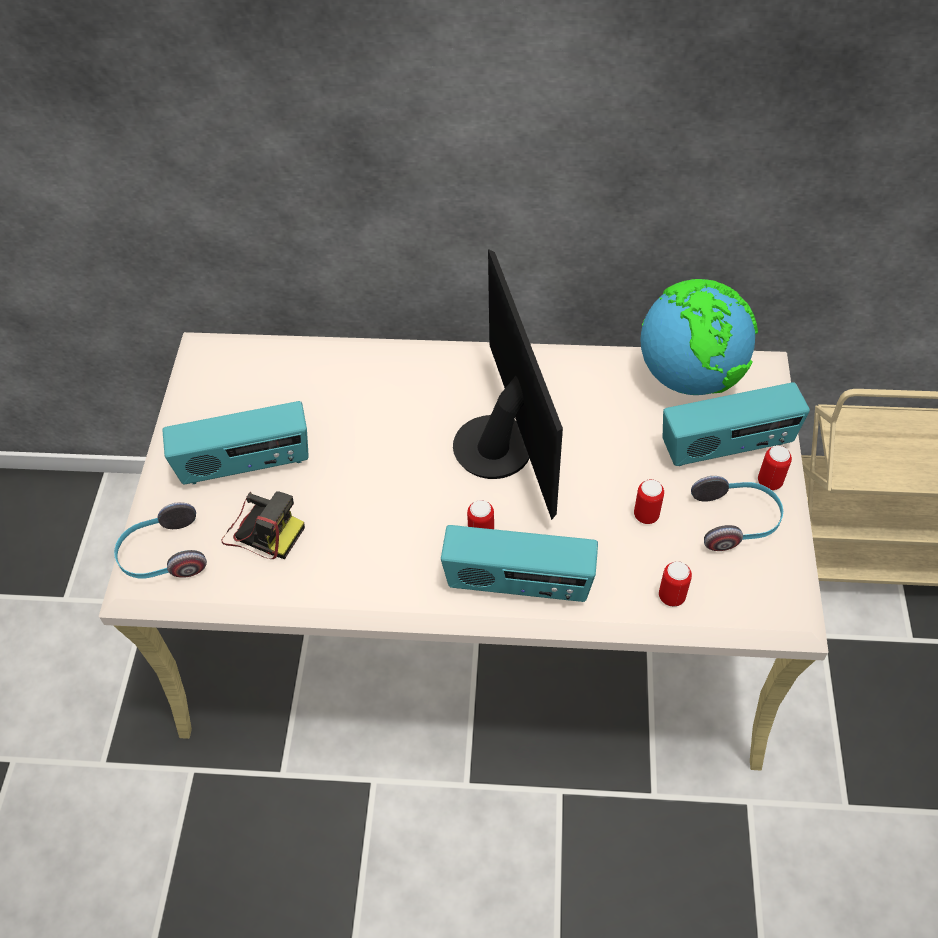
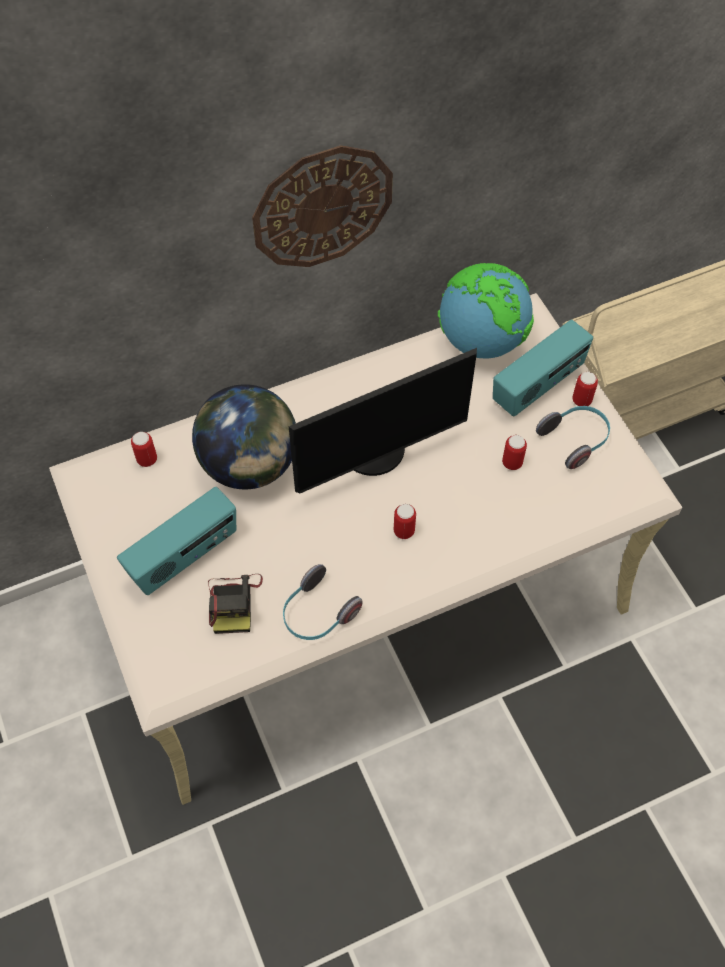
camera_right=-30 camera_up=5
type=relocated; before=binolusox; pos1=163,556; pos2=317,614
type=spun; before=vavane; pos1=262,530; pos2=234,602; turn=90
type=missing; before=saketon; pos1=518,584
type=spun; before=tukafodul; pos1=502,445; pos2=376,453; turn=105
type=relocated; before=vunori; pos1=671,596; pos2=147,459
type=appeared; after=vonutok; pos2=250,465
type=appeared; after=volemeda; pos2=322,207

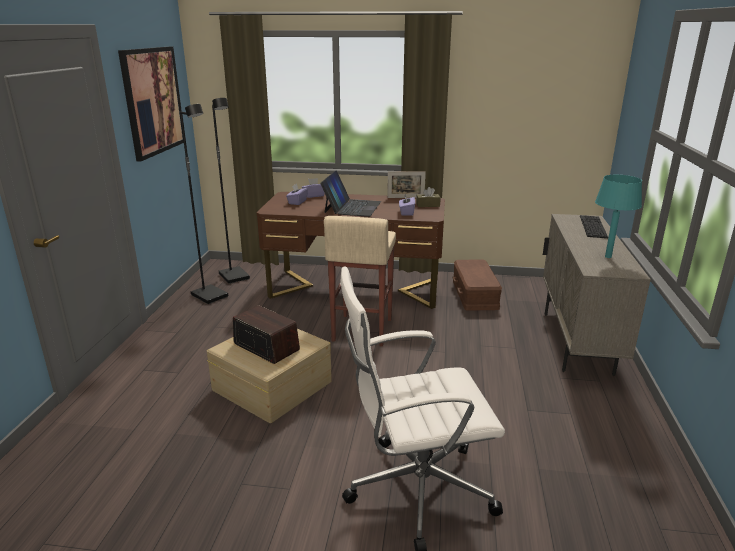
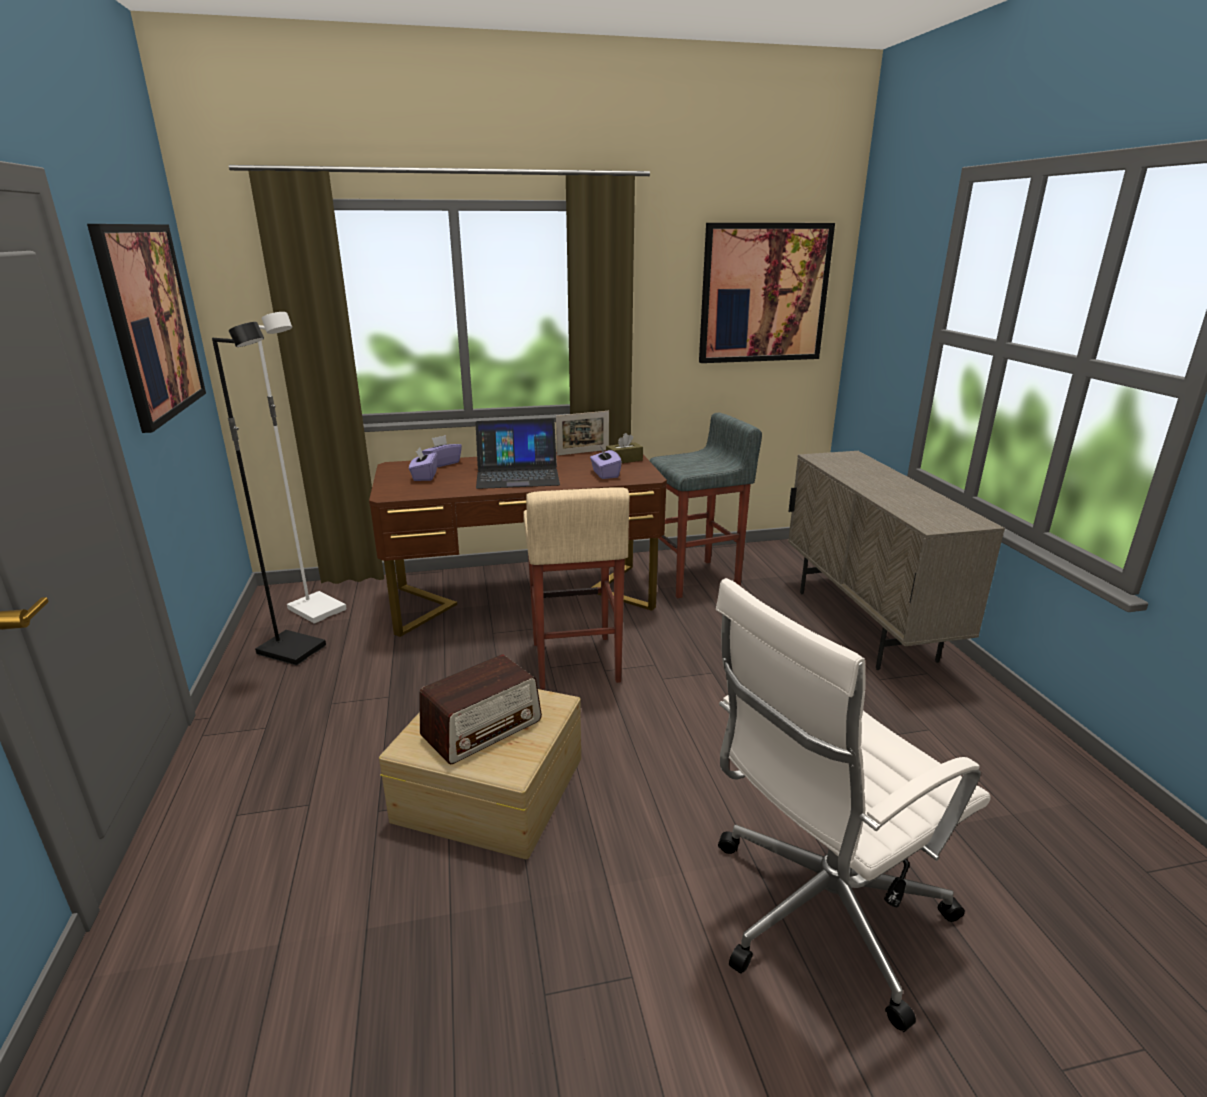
camera_right=-20 camera_up=0
type=colour; before=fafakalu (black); after=fafakalu (white); pos1=235,276; pos2=319,609
type=spun; before=saketon; pos1=266,347; pos2=482,728; turn=120
type=spun; before=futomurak; pos1=352,207; pos2=517,475; turn=90
type=exchanged; before=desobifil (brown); after=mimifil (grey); pos1=475,294; pos2=696,579
type=missing; before=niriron; pos1=593,226
type=missing; before=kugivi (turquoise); pos1=607,256
type=appeared; after=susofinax; pos2=764,293

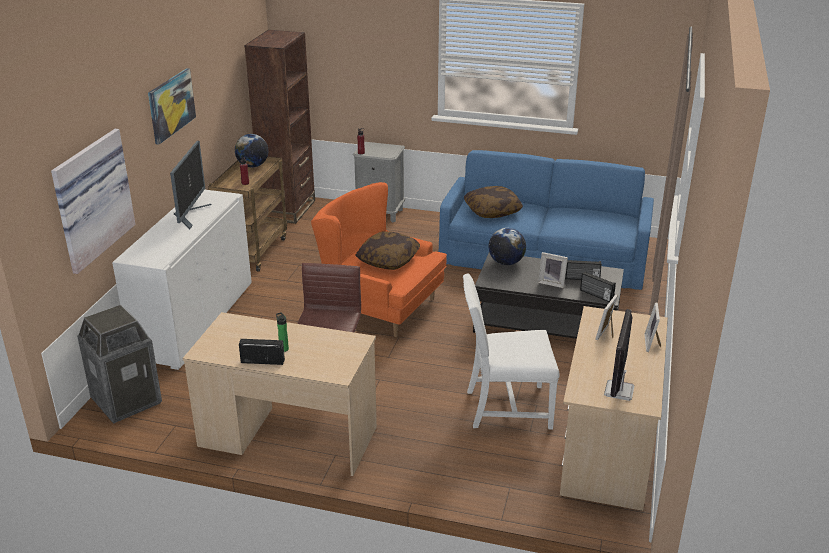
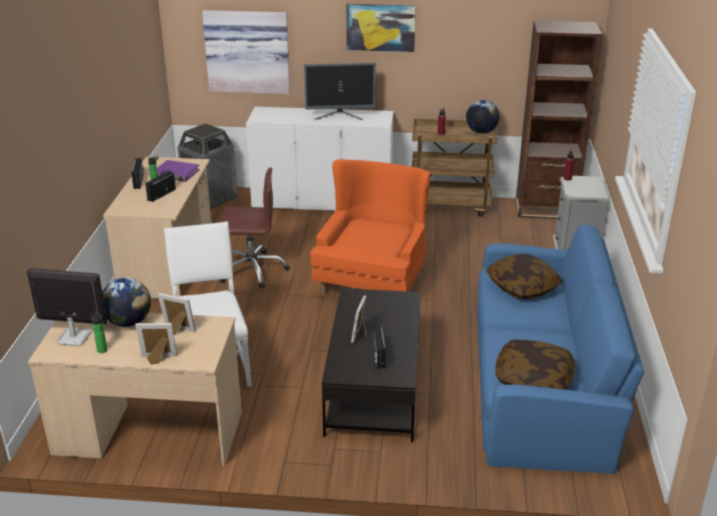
camera_right=80 camera_up=0
type=relocated; before=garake; pos1=388,260; pos2=533,378
type=relocated; before=vonutok; pos1=506,262; pos2=128,322
type=relocated; before=saketon; pos1=596,295; pos2=161,194
type=appeared; after=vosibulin; pos2=101,349
type=appeared; after=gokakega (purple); pos2=176,173

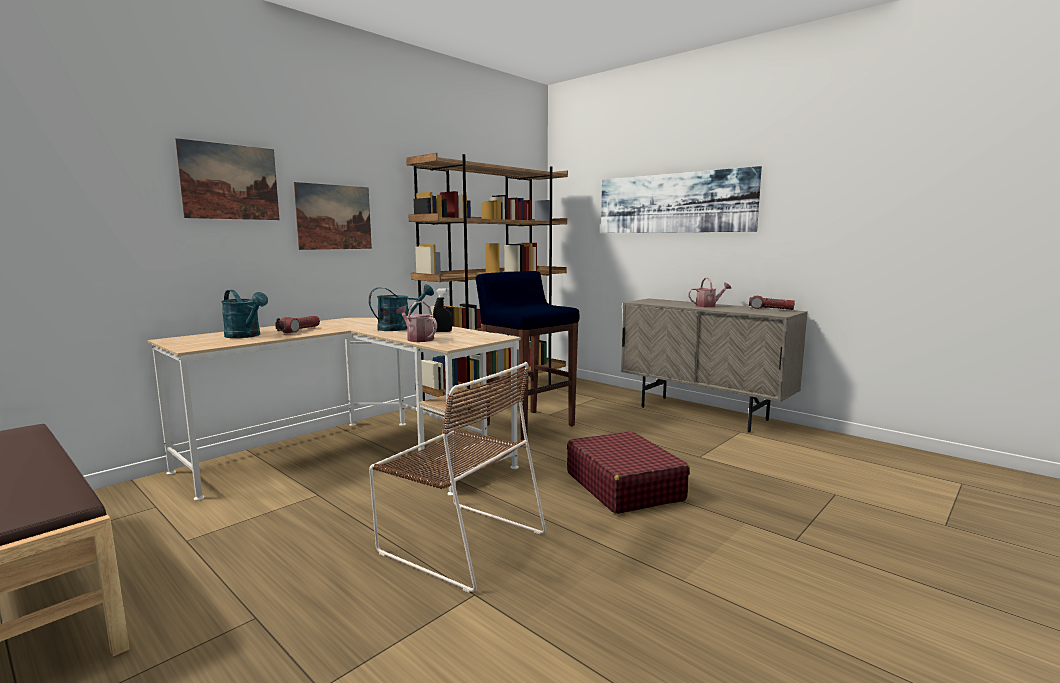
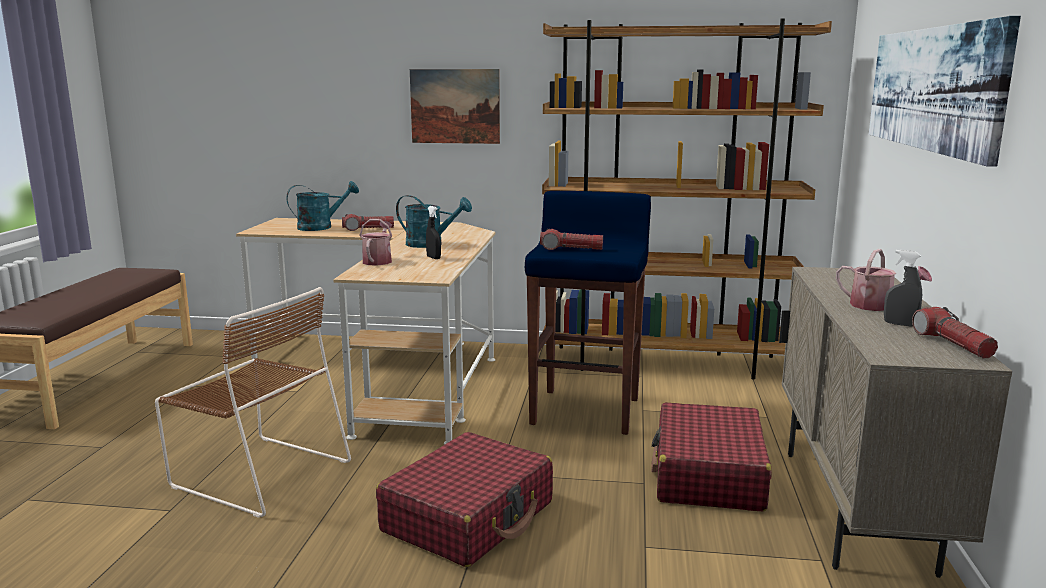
camera_right=55 camera_up=5
type=missing; before=susofinax; pos1=230,182
type=spun; before=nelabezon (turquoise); pos1=246,336; pos2=321,227; turn=-120
type=spun; before=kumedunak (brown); pos1=458,541; pos2=258,472; turn=-60
type=appeared; after=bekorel; pos2=571,249
type=appeared; after=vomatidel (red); pos2=708,475
type=appeared; after=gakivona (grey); pos2=900,324

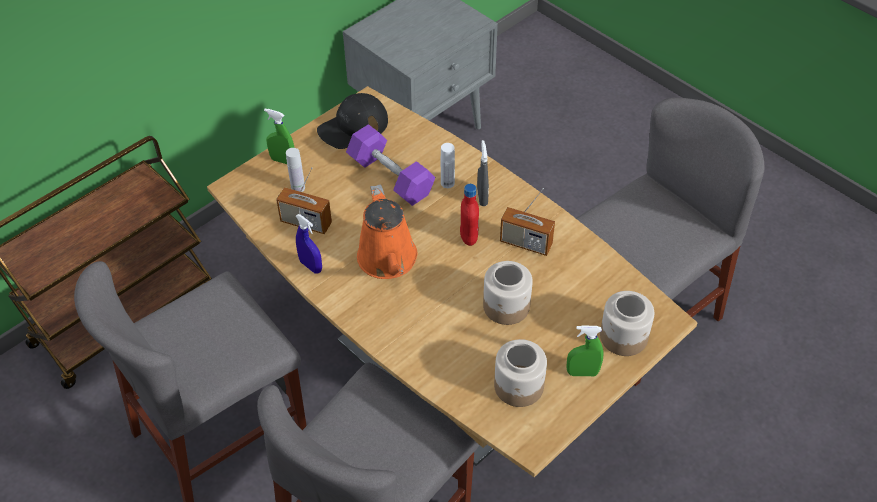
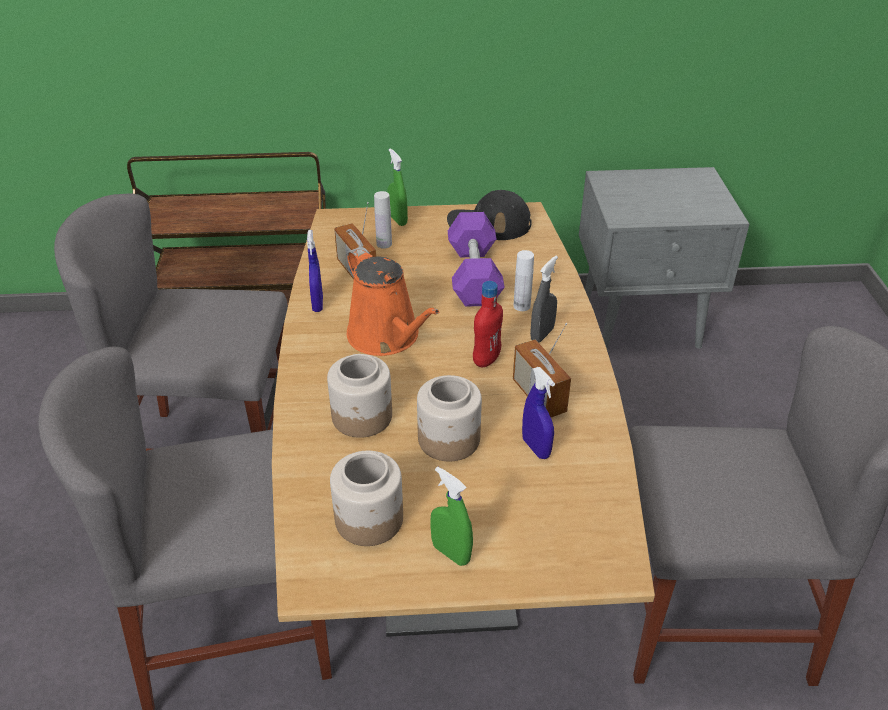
camera_right=40 camera_up=-10
type=spun; before=nelabezon (orange); pos1=388,261; pos2=387,337; turn=-60
type=relocated; before=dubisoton; pos1=624,337; pos2=362,417
type=appeared; after=gakivona (blue); pos2=536,448

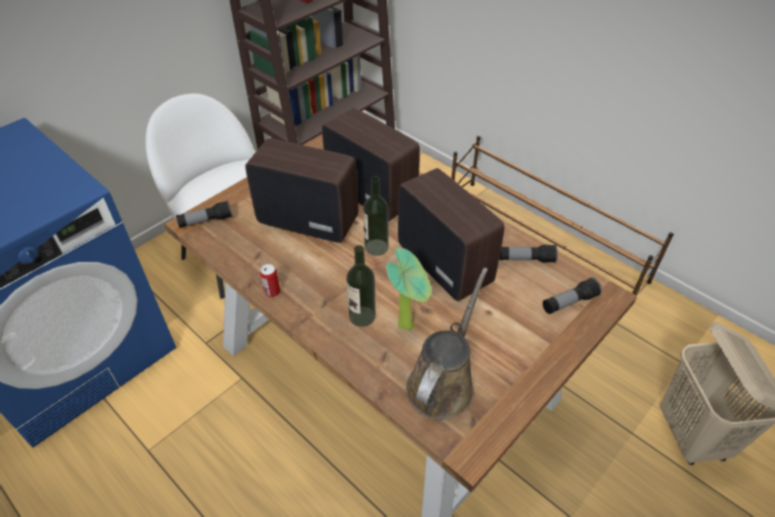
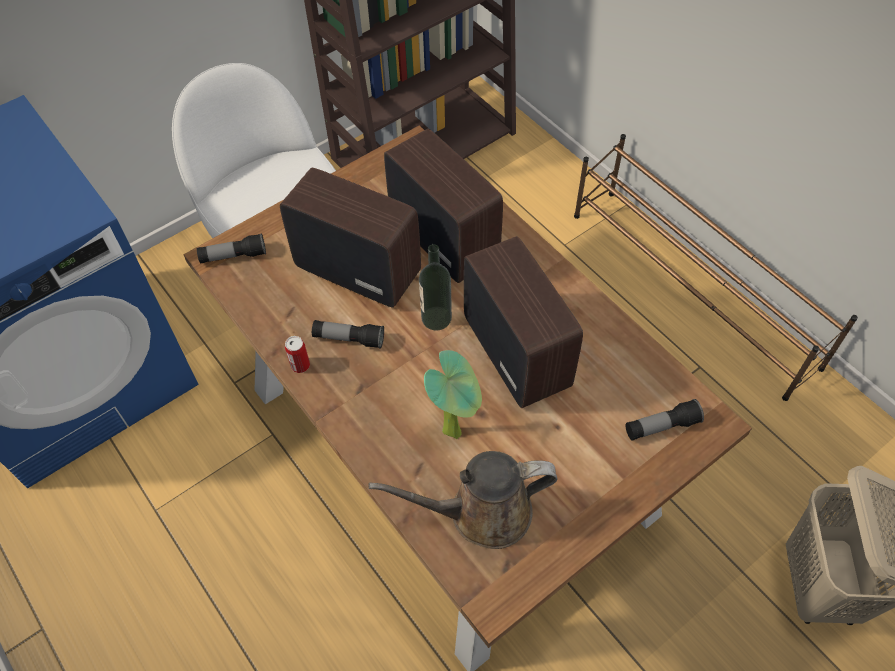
camera_right=10 camera_up=10
type=missing; before=vosibulin; pos1=362,316
type=spun; before=nelabezon (brown); pos1=443,383; pos2=481,513; turn=-135
type=relocated; before=bekorel; pos1=525,259; pos2=349,339

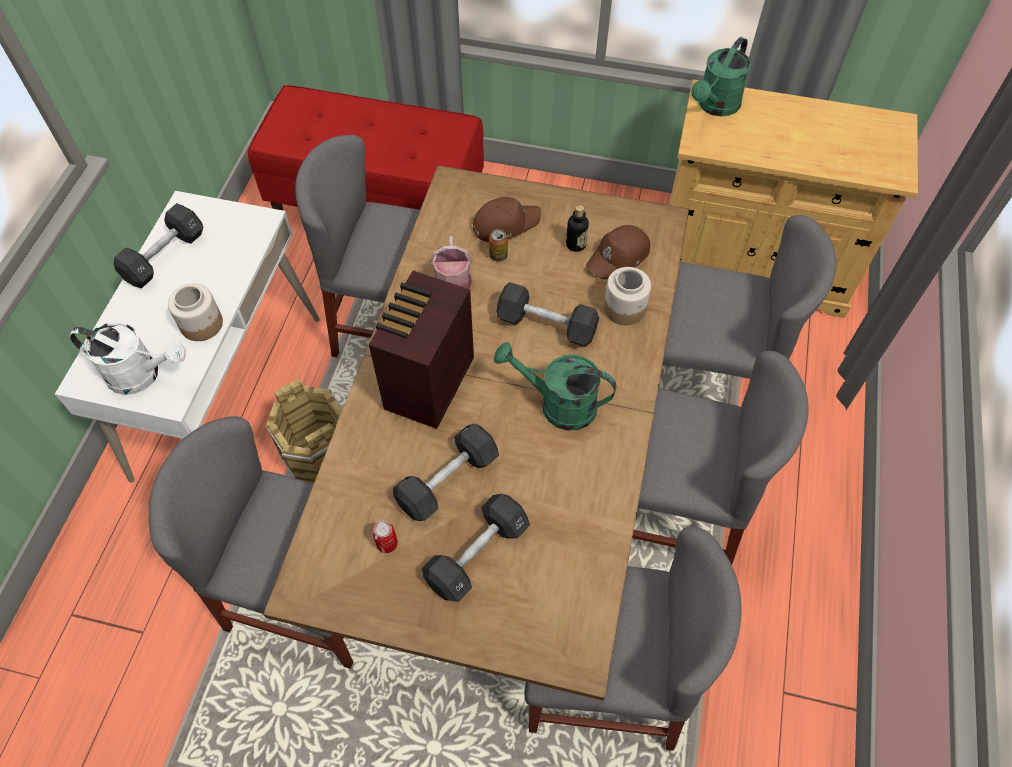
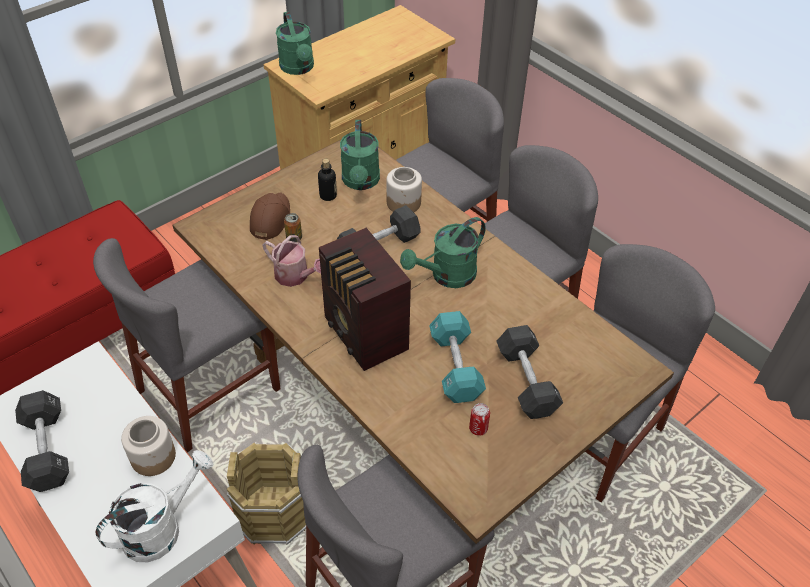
camera_right=-55 camera_up=-10
type=colour; before=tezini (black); after=tezini (turquoise); pos1=447,480; pos2=455,366
type=exchanged; before=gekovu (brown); after=nelabezon (green); pos1=619,257; pos2=361,182

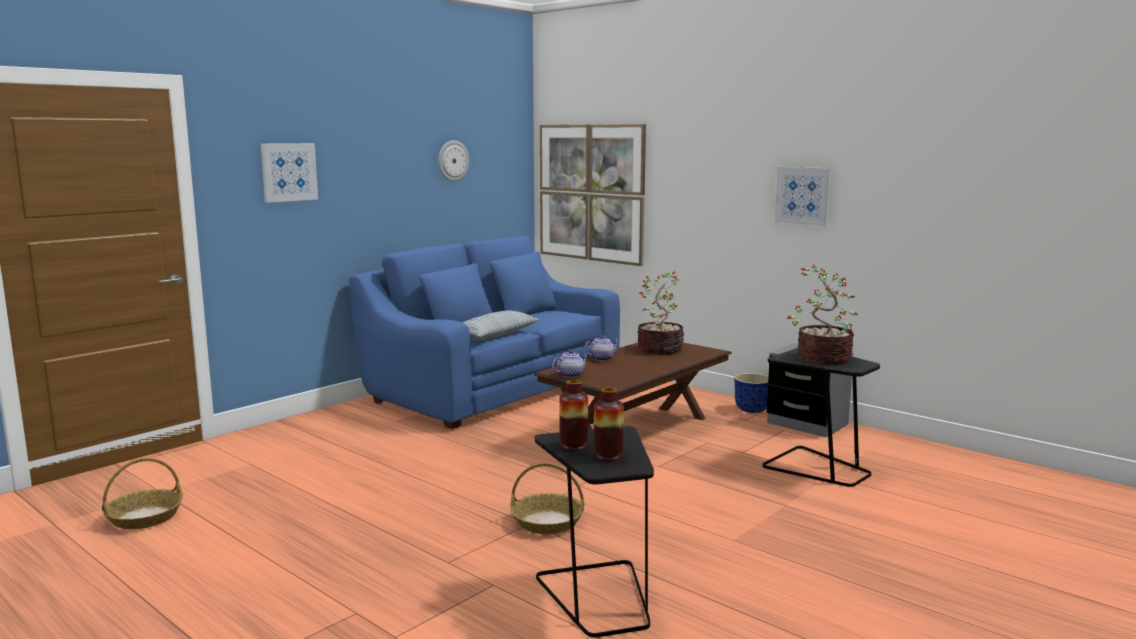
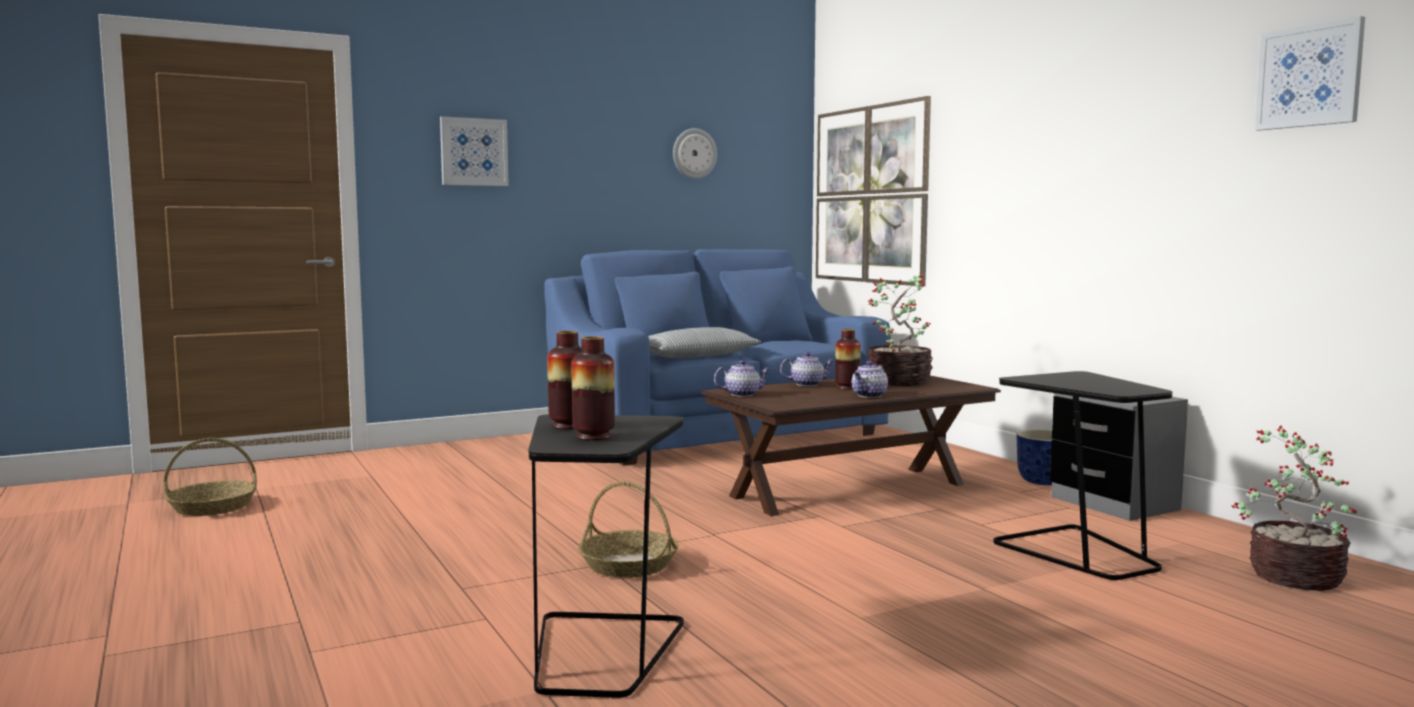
camera_right=20 camera_up=-5
type=relocated; before=susofinax; pos1=803,195; pos2=1309,76
type=relocated; before=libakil; pos1=822,358; pos2=1292,576
type=appeared; after=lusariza; pos2=847,388
type=appeared; after=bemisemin; pos2=869,395

